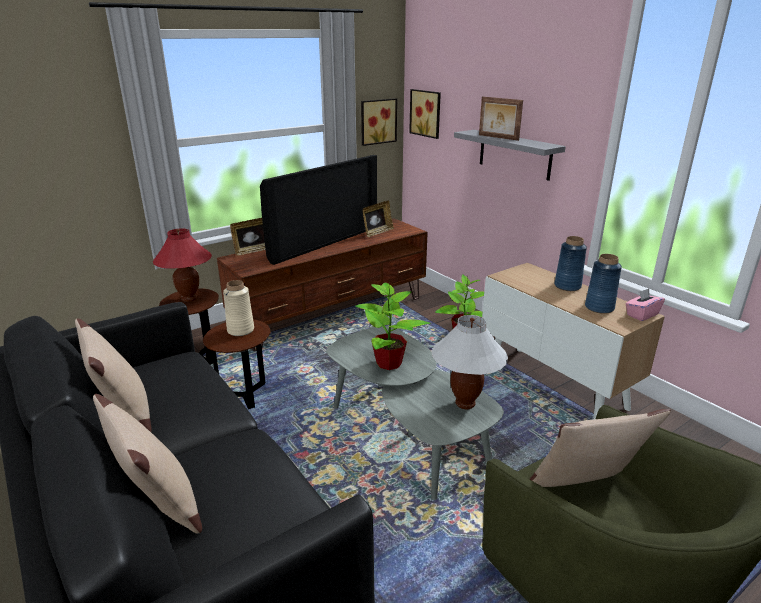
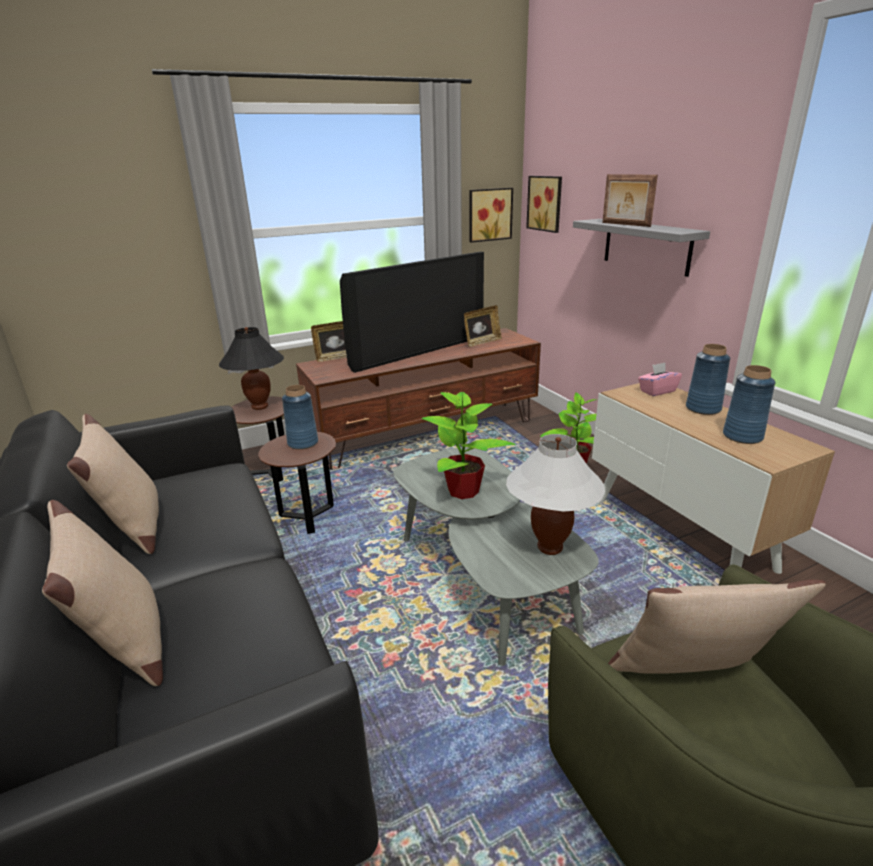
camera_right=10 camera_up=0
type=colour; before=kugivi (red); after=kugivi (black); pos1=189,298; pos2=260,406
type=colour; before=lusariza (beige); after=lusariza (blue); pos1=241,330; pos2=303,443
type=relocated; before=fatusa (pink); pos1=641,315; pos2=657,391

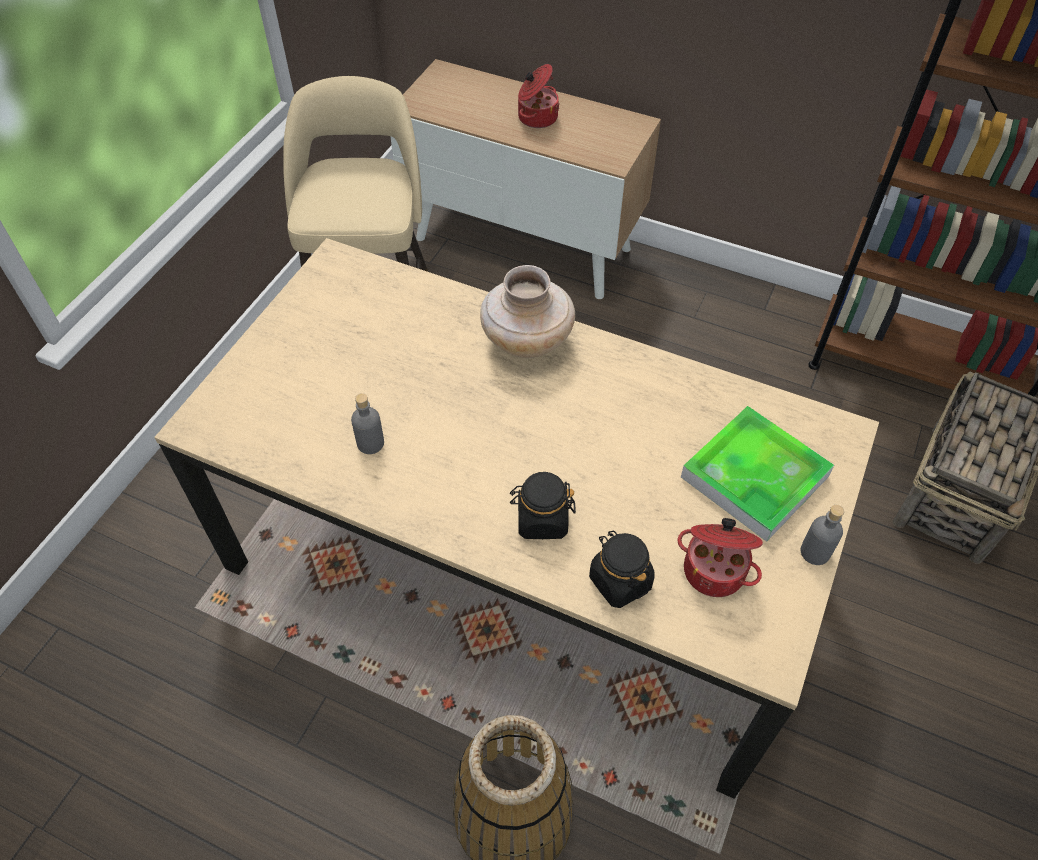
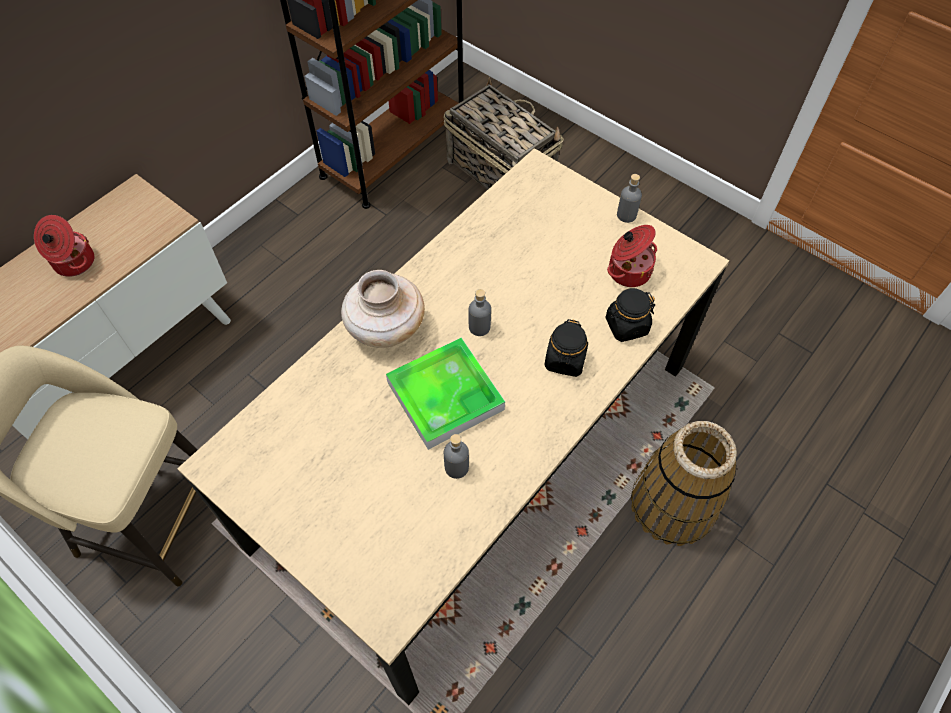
camera_right=-75 camera_up=5
type=relocated; before=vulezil; pos1=754,477; pos2=445,396
type=appeared; after=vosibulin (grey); pos2=479,327

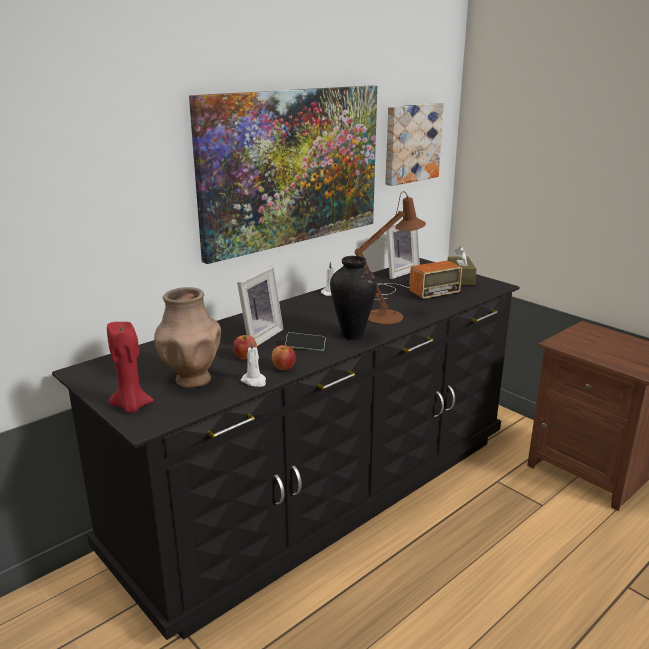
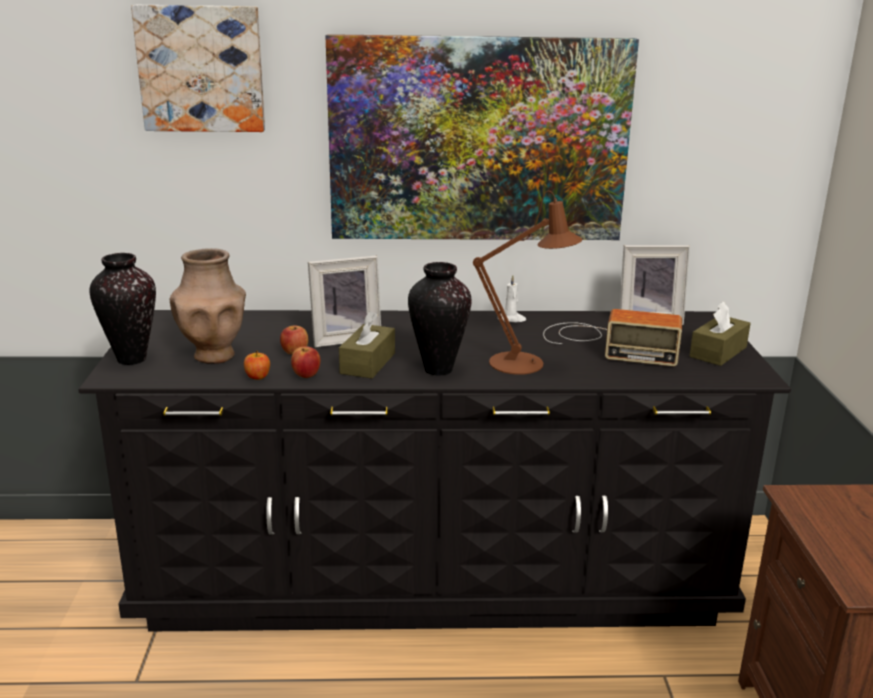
camera_right=40 camera_up=0
type=exchanged; before=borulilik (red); after=lusariza; pos1=131,406; pos2=131,359
type=exchanged; before=borulilik (white); after=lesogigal; pos1=254,381; pos2=257,377
type=exchanged; before=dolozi; after=fatusa (brown); pos1=305,347; pos2=367,363
type=relocated; before=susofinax; pos1=411,143; pos2=202,68

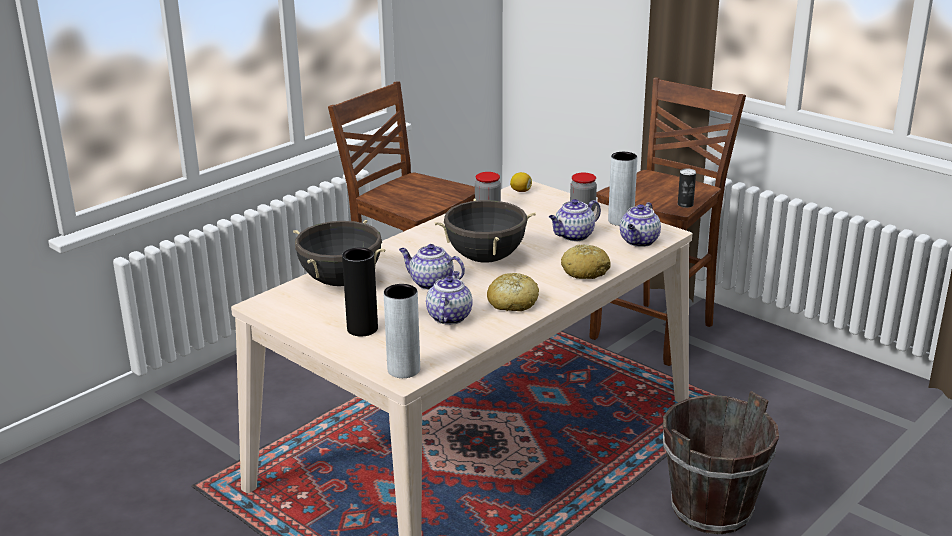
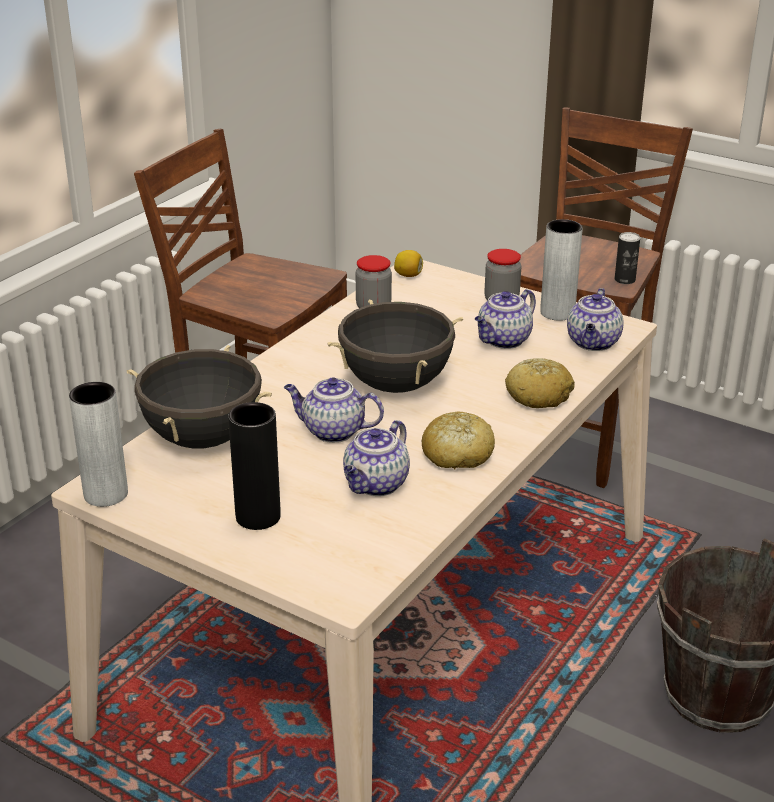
camera_right=-10 camera_up=5
type=relocated; before=lusariza (grey); pos1=403,370; pos2=106,494
type=spun; before=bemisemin; pos1=449,317; pos2=376,485; turn=-150

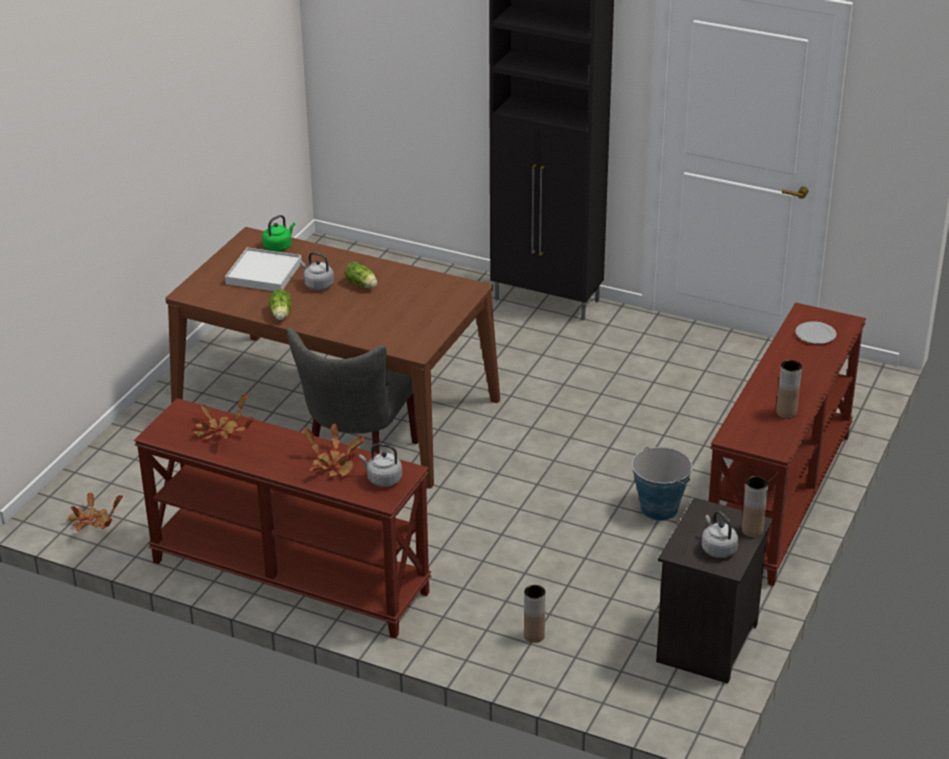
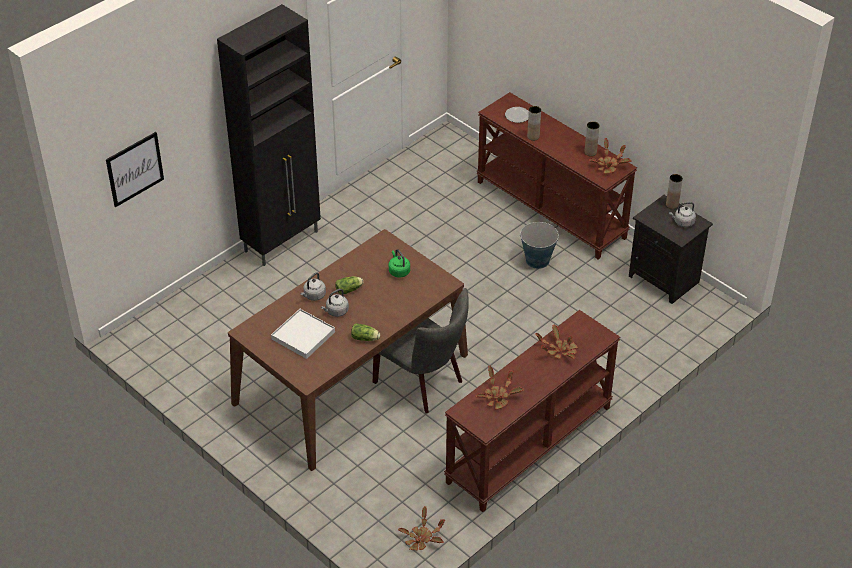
camera_right=-70 camera_up=10
type=relocated; before=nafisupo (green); pos1=279,247; pos2=398,271
type=relocated; before=nafisupo (grey); pos1=382,479; pos2=313,296
type=relocated; before=lusariza (brown); pos1=534,636; pos2=533,136
type=appeared; after=susofinax; pos2=134,169
type=appeared; after=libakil; pos2=608,165

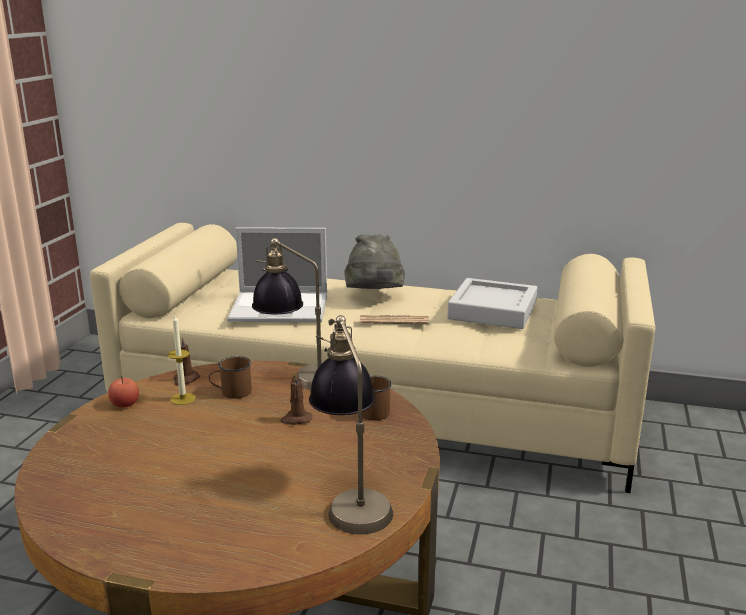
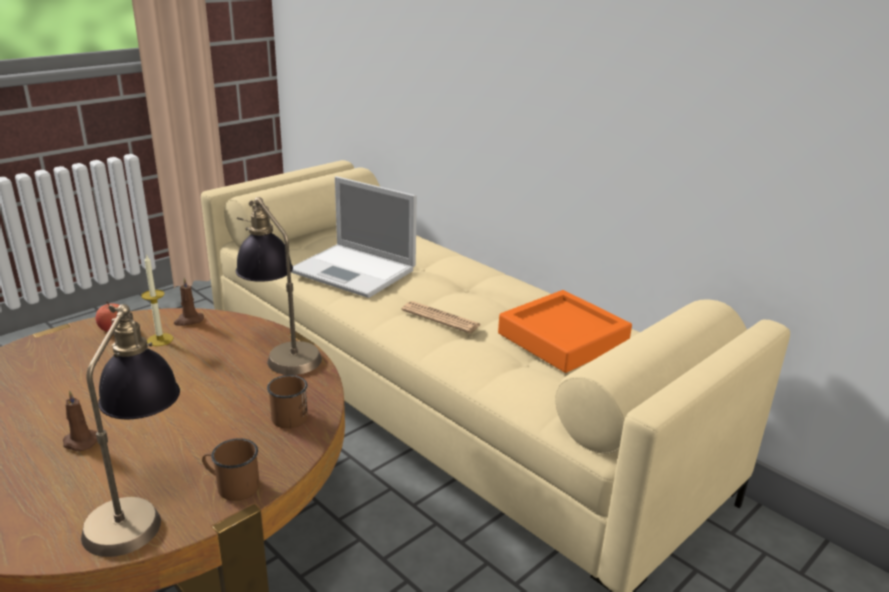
camera_right=30 camera_up=5
type=relocated; before=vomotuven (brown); pos1=231,392; pos2=232,486
type=relocated; before=borulilik (brown); pos1=296,419; pos2=80,442
type=missing; before=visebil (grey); pos1=374,296
type=colour; before=vulezil (grey); after=vulezil (orange); pos1=492,311; pos2=563,338

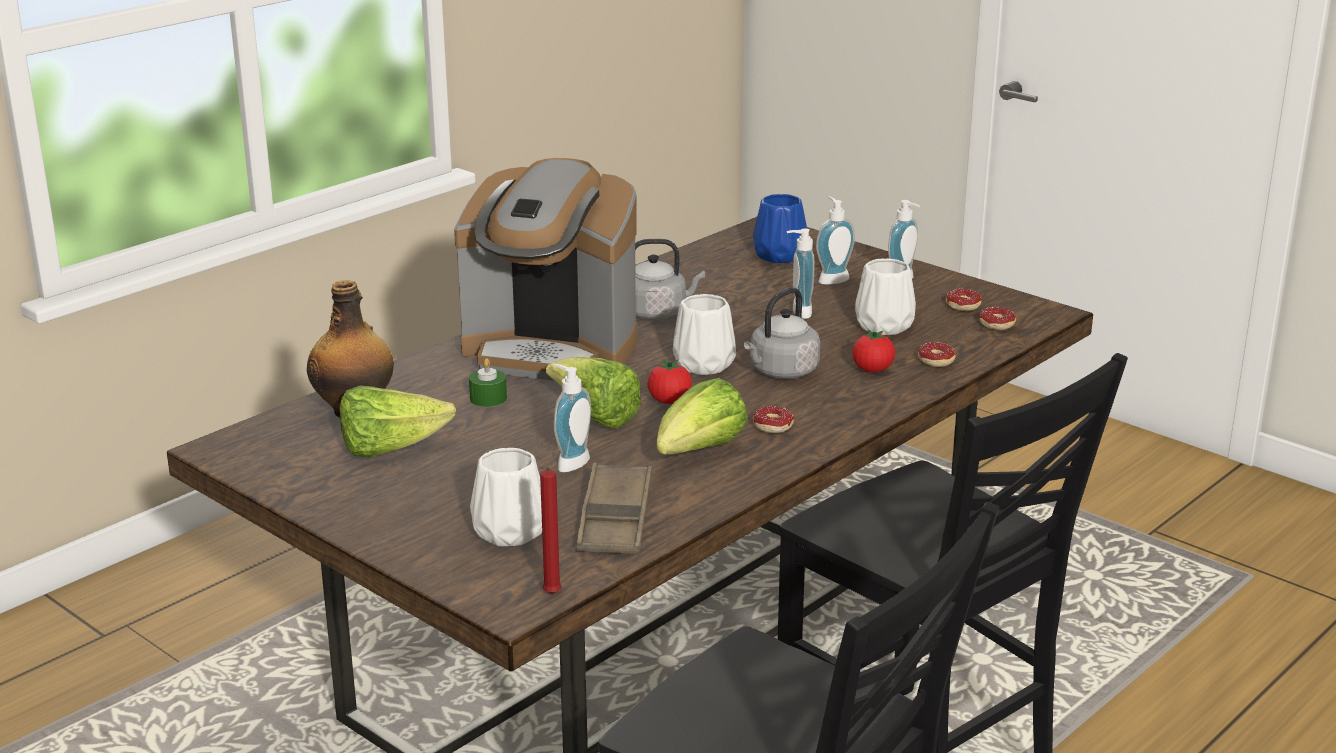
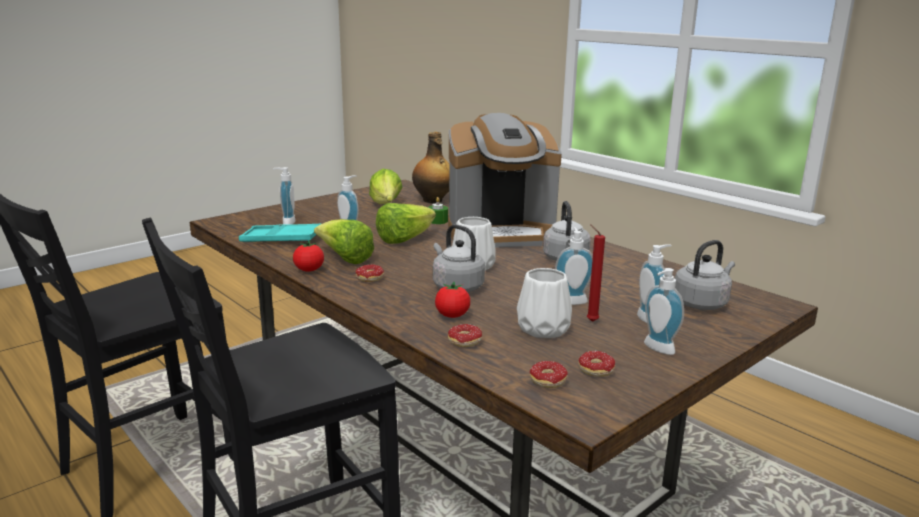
camera_right=95 camera_up=-5
type=spun; before=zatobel; pos1=551,351; pos2=501,233; turn=-120
type=exchanged; before=lusariza (white); after=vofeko; pos1=511,531; pos2=286,222
type=relocated; before=borulilik (red); pos1=550,595; pos2=590,321
type=colour; before=vulezil (brown); after=vulezil (turquoise); pos1=615,519; pos2=281,239
type=relocated; before=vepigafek; pos1=669,401; pos2=309,270
type=exchanged; before=lusariza (blue); after=nafisupo (grey); pos1=778,256; pos2=702,303

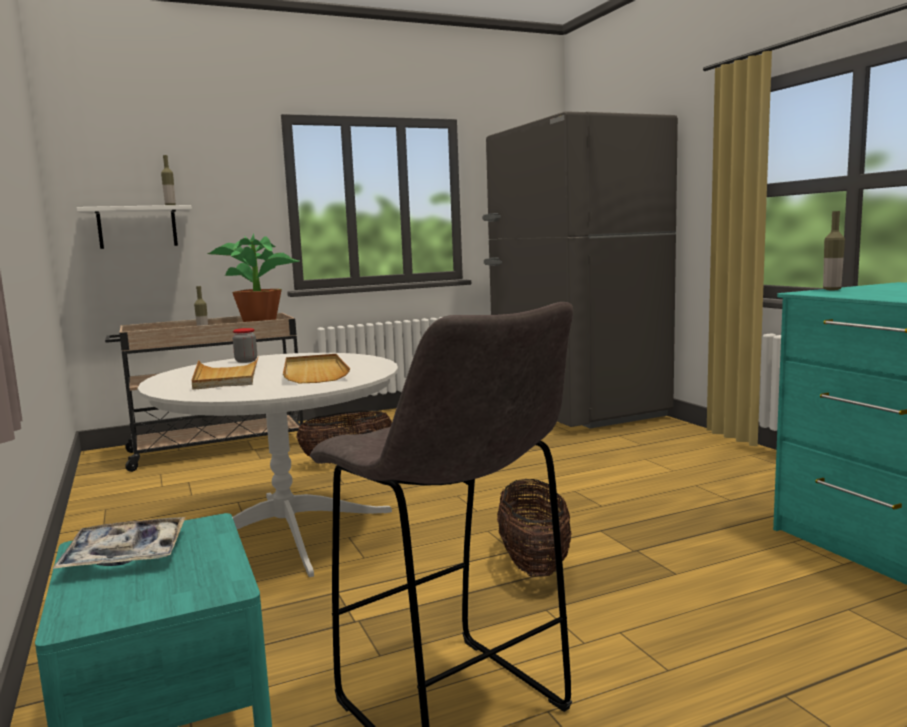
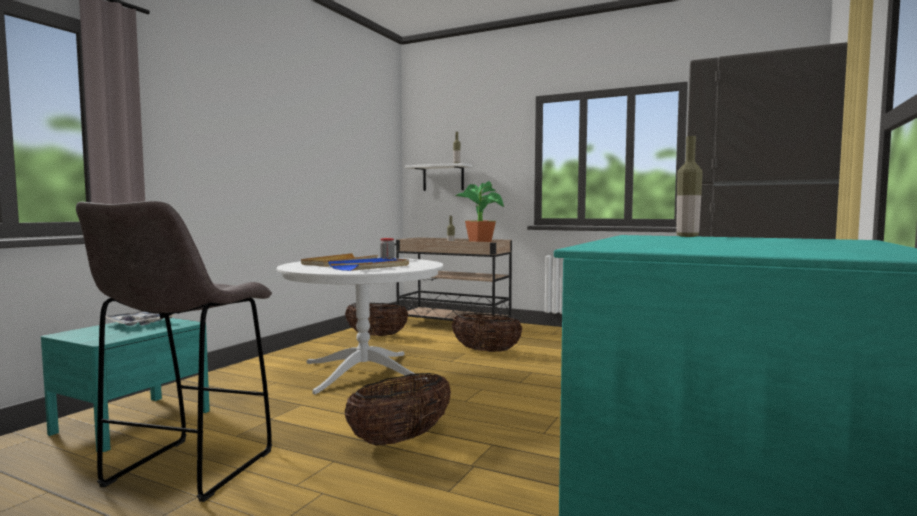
camera_right=50 camera_up=-5
type=colour; before=vulezil (beige); after=vulezil (blue); pos1=314,372; pos2=371,267
type=appeared; after=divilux; pos2=376,336

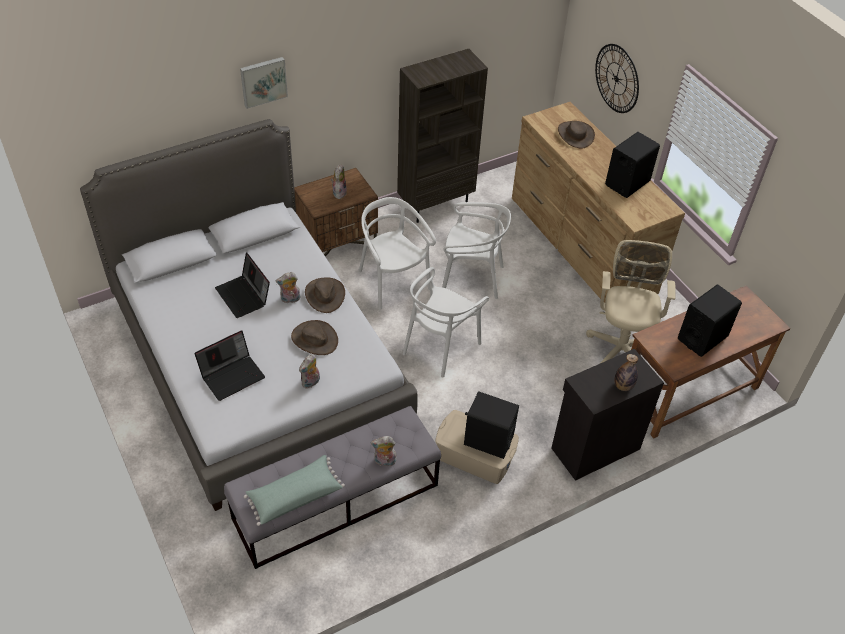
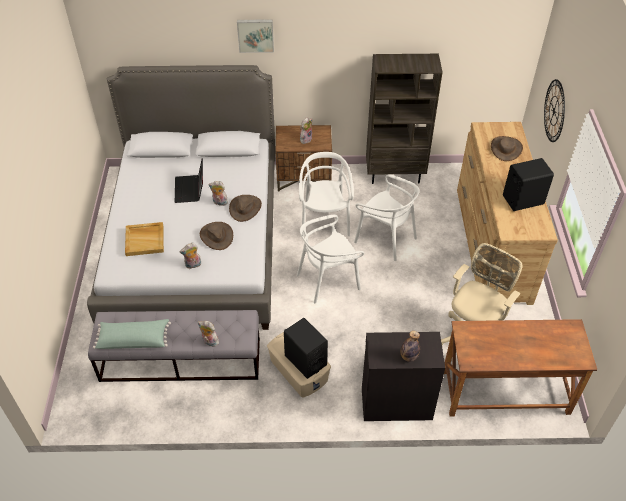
camera_right=30 camera_up=0
type=exchanged; before=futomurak; after=vulezil (beige); pos1=232,375; pos2=145,240
type=missing; before=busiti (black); pos1=702,337

